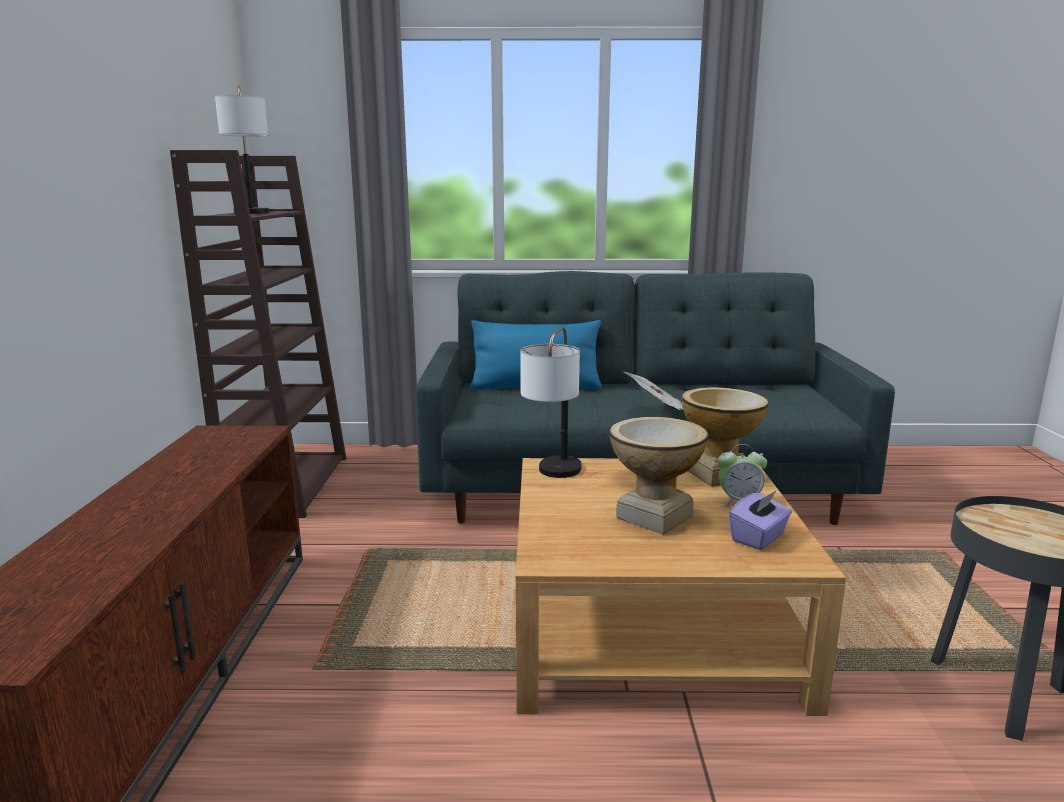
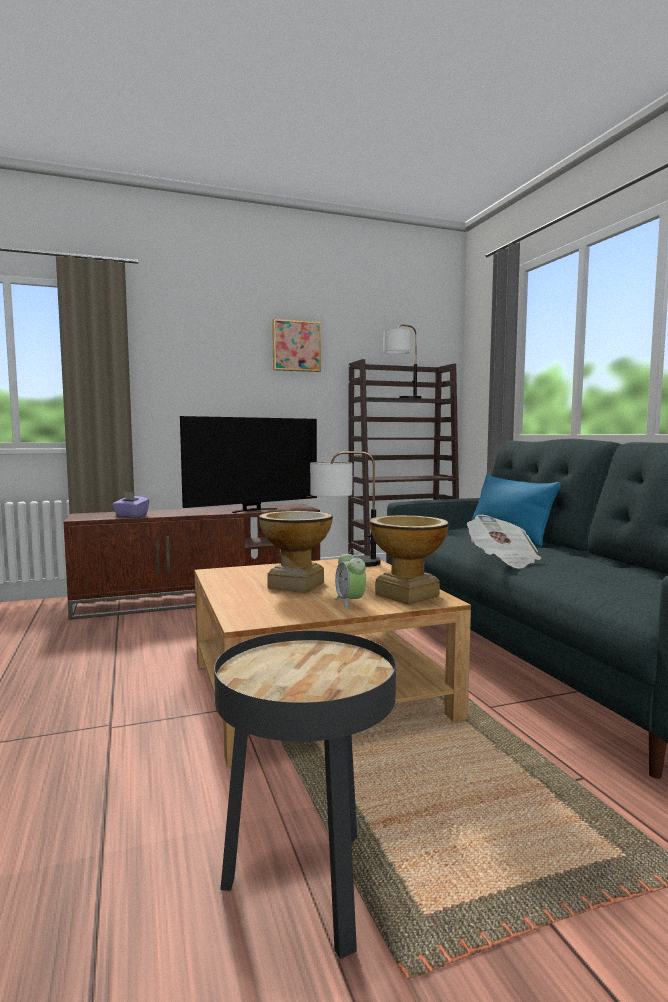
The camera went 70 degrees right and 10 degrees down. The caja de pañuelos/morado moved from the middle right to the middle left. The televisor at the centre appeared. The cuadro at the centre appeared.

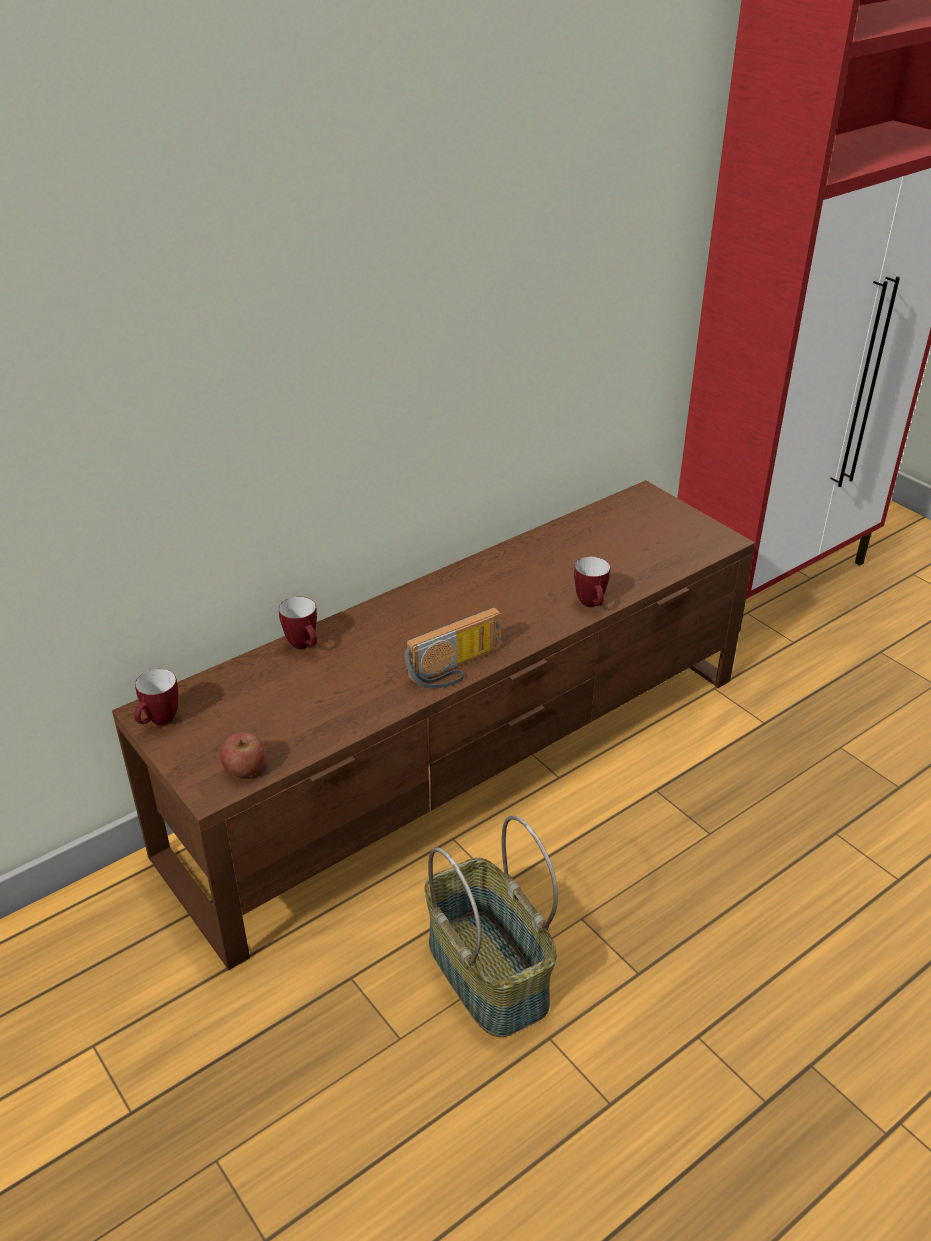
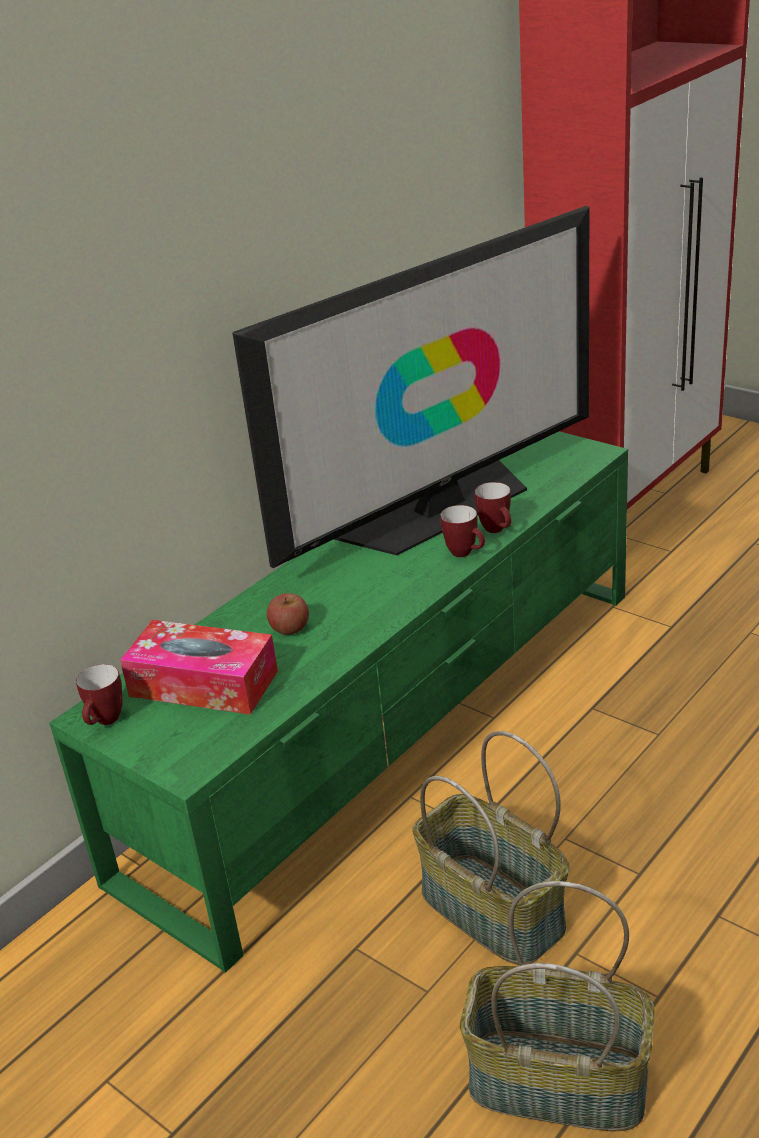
The camera went 10 degrees left and 5 degrees down. The mueble de televisión/marrón at the centre became the mueble de televisión/verde at the centre. The manzana moved from the middle left to the centre. The taza grande (2nd from left) moved from the middle left to the centre. The radio at the centre disappeared. The caja de pañuelos at the middle left appeared. The televisor at the centre appeared. The cesta (2nd from left) at the bottom right appeared.

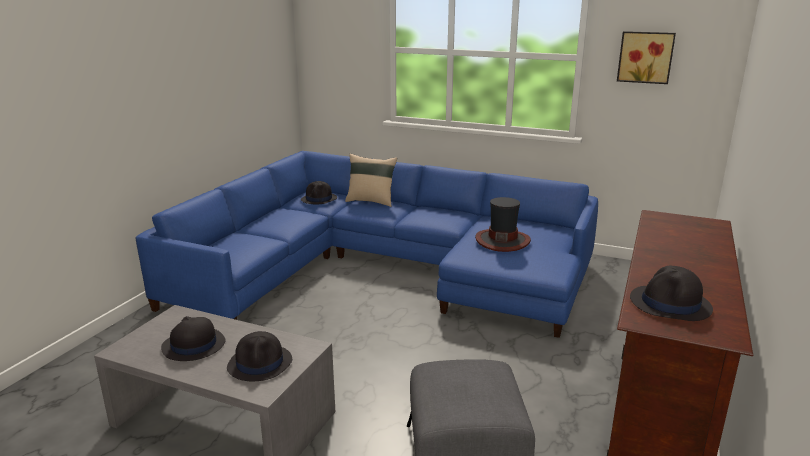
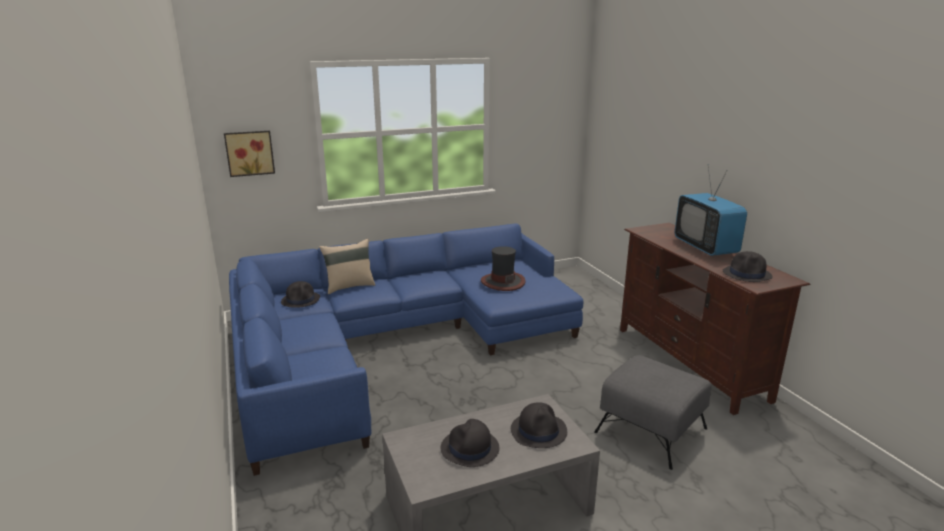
The camera went 45 degrees left and 0 degrees up. The cuadro moved from the top right to the top left. The televisor at the middle right appeared.

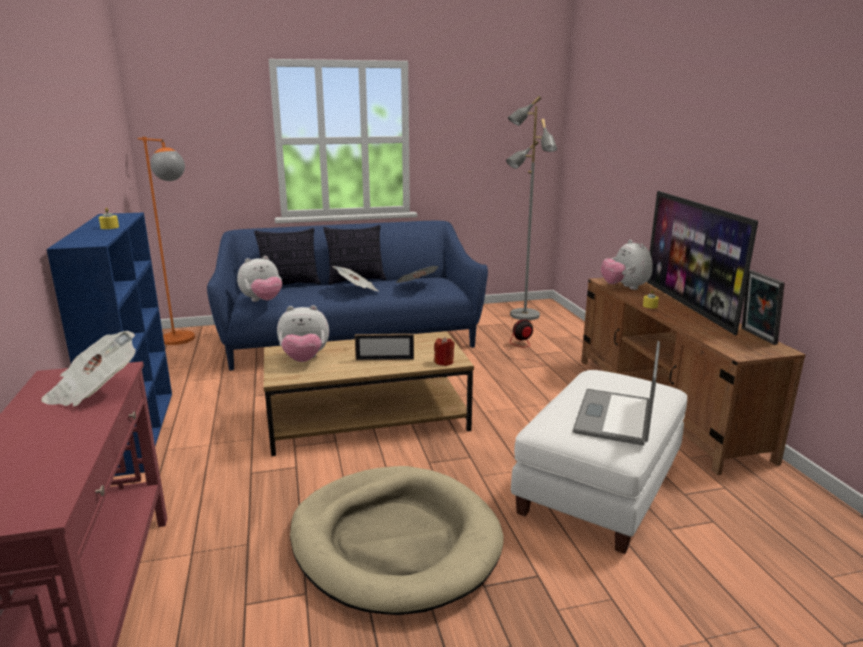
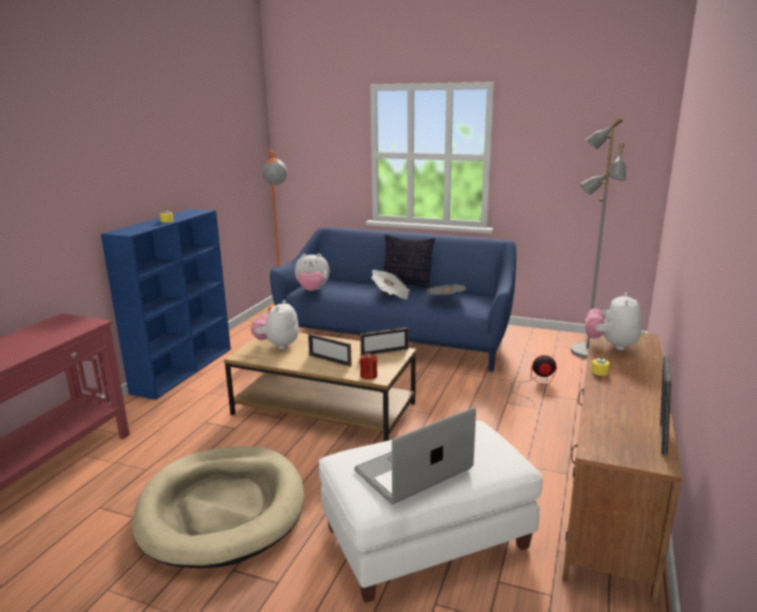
The camera went 35 degrees right and 0 degrees up. The periódico (1st from left) at the middle left disappeared. The cojín (1st from left) at the middle left disappeared. The peluche (2nd from left in the first image) at the centre turned 75 degrees clockwise. The televisor at the middle right disappeared. The portarretratos (2nd from left) at the centre appeared.

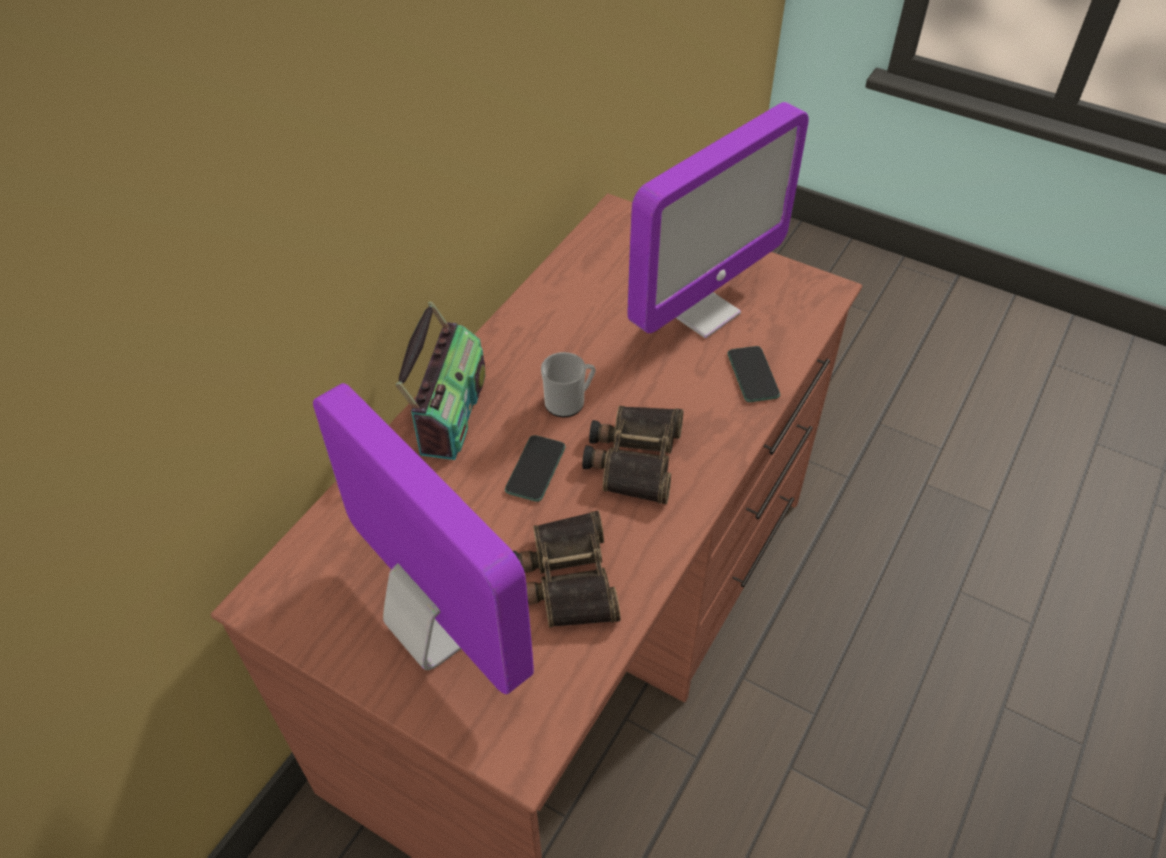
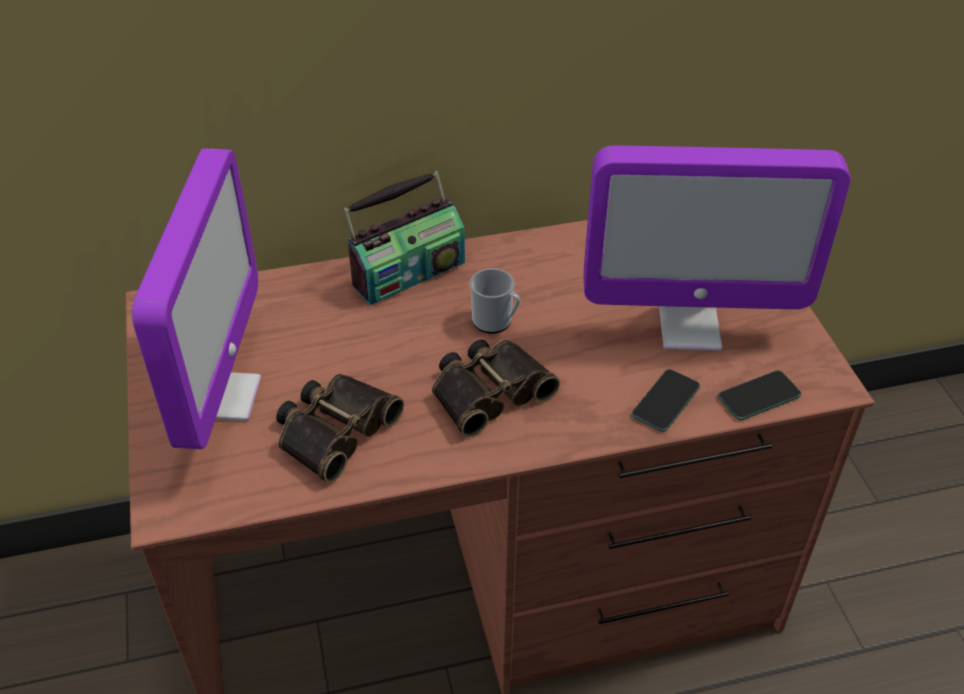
The camera went 45 degrees right and 5 degrees down. The móvil (1st from left in the first image) moved from the centre to the middle right.

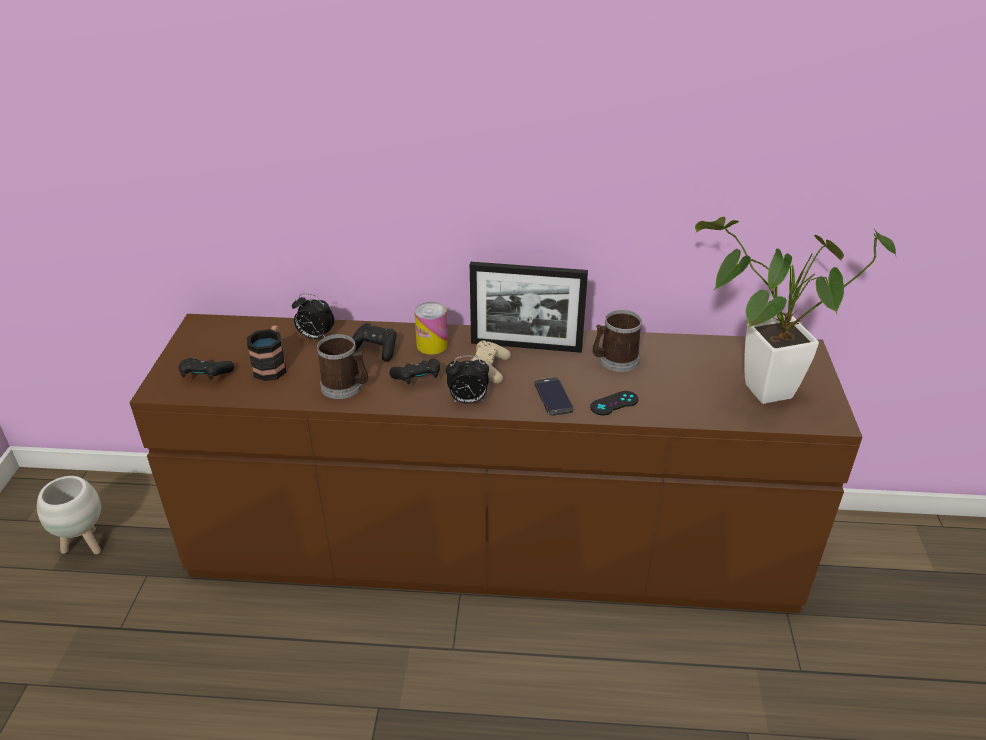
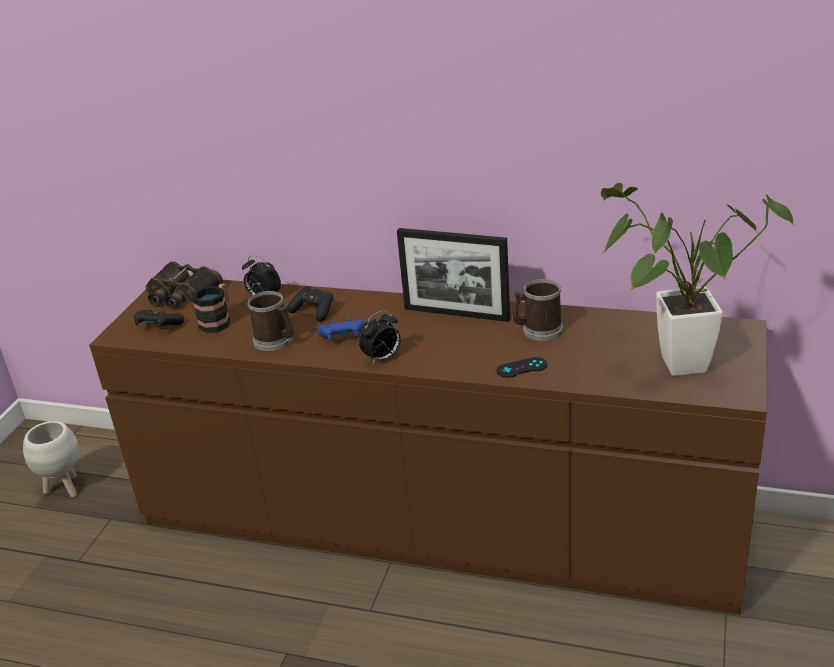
The camera went 15 degrees right and 5 degrees down. The mando de consola/negro (3rd from left) at the centre became the mando de consola/azul at the centre. The lata at the centre disappeared. The despertador (2nd from left) at the centre turned 45 degrees counterclockwise. The mando de consola/beis at the centre disappeared. The móvil at the centre disappeared. The prismáticos at the middle left appeared.

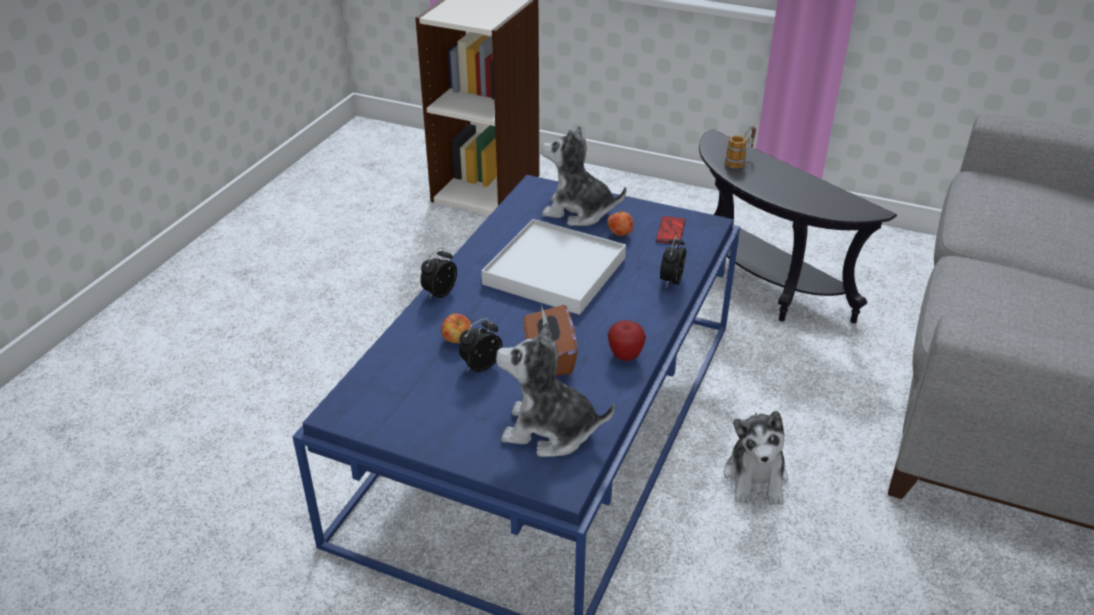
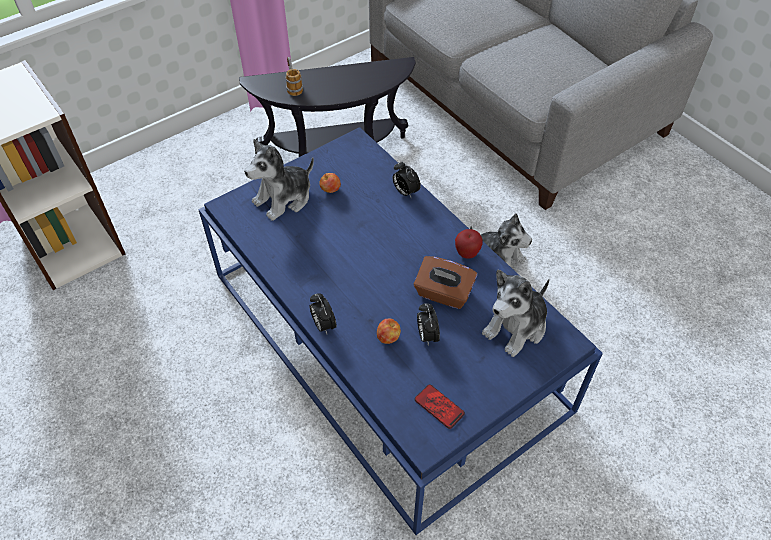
The camera went 60 degrees left and 15 degrees up. The bandeja/blanco at the centre disappeared. The móvil moved from the centre to the bottom centre.

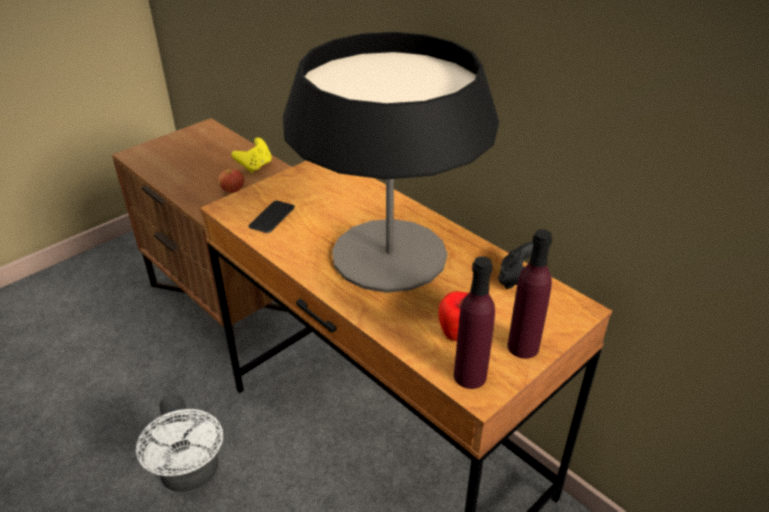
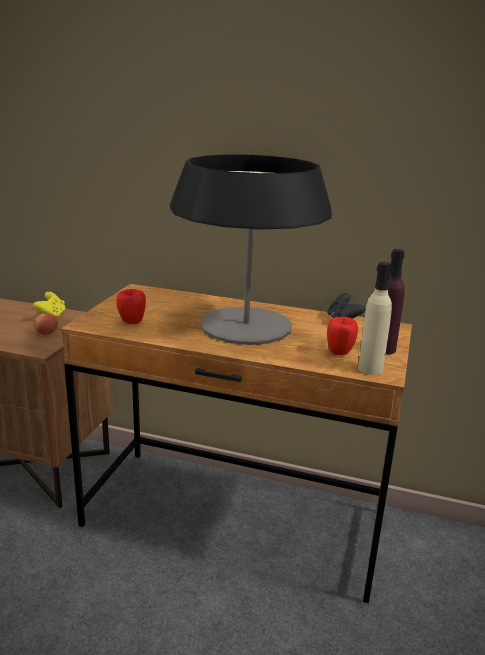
The camera went 30 degrees left and 15 degrees down. The ventilador/blanco at the bottom left disappeared. The móvil at the centre was replaced by the manzana (2nd from left) at the middle left. The botella/morado (1st from left) at the centre became the botella/beis at the middle right.

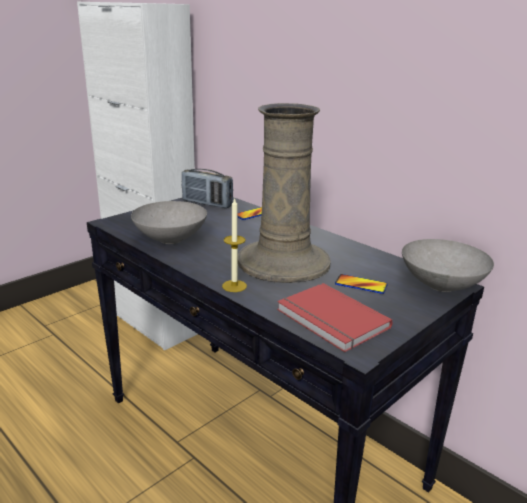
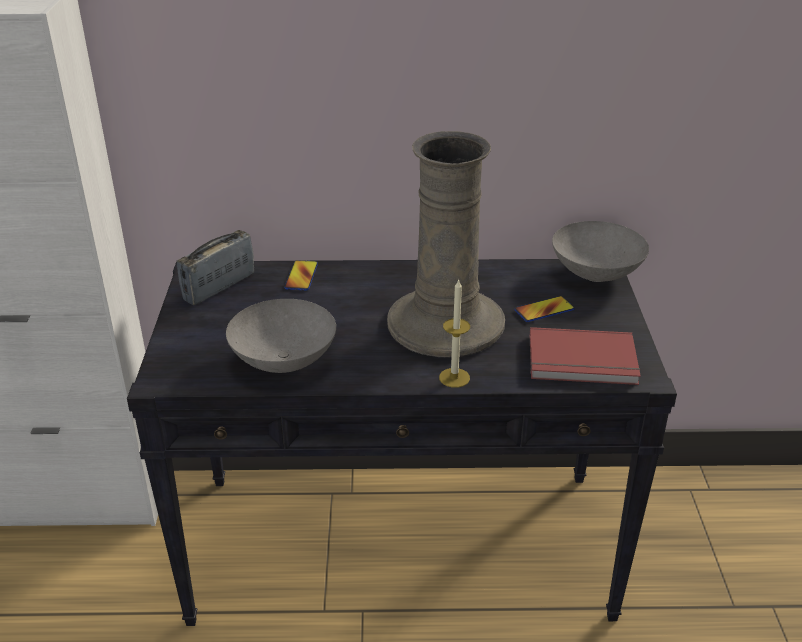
The camera went 45 degrees left and 10 degrees up. The radio at the centre turned 150 degrees clockwise.

